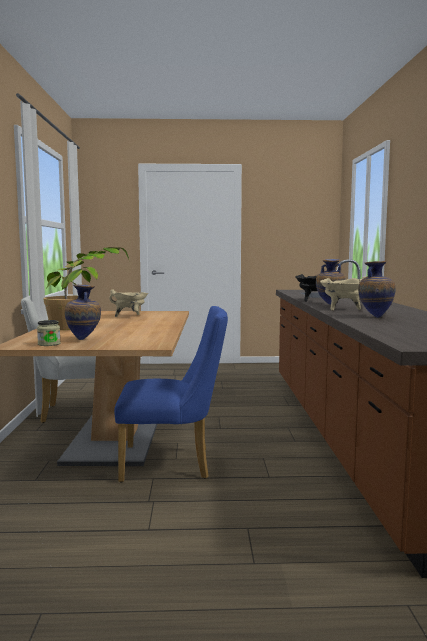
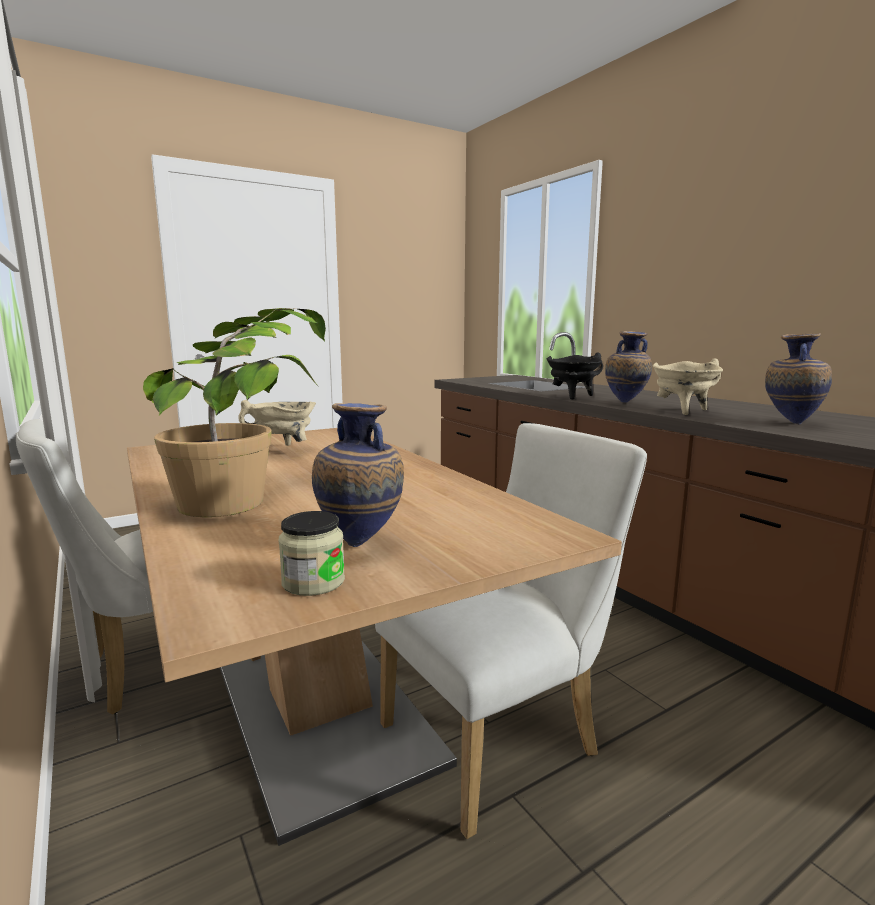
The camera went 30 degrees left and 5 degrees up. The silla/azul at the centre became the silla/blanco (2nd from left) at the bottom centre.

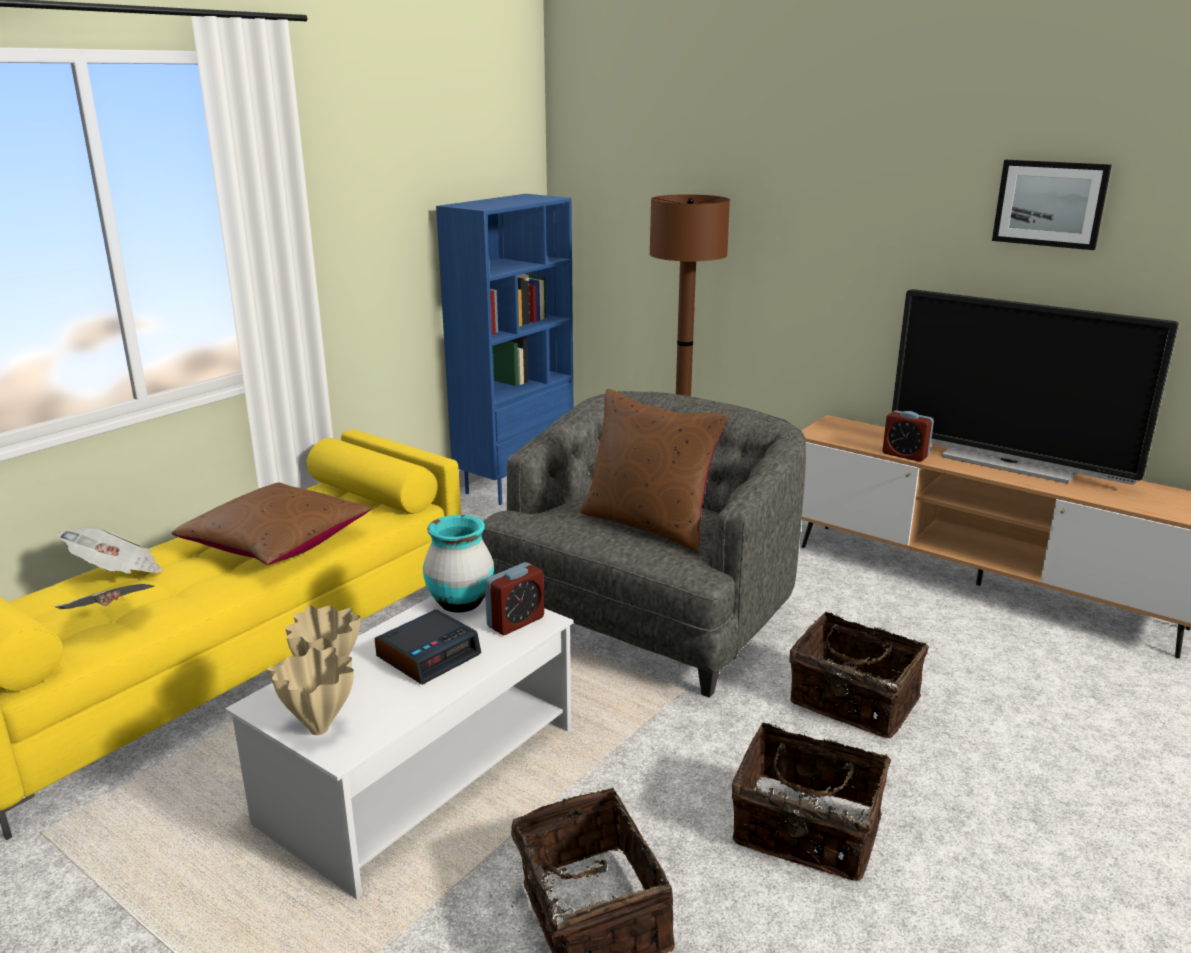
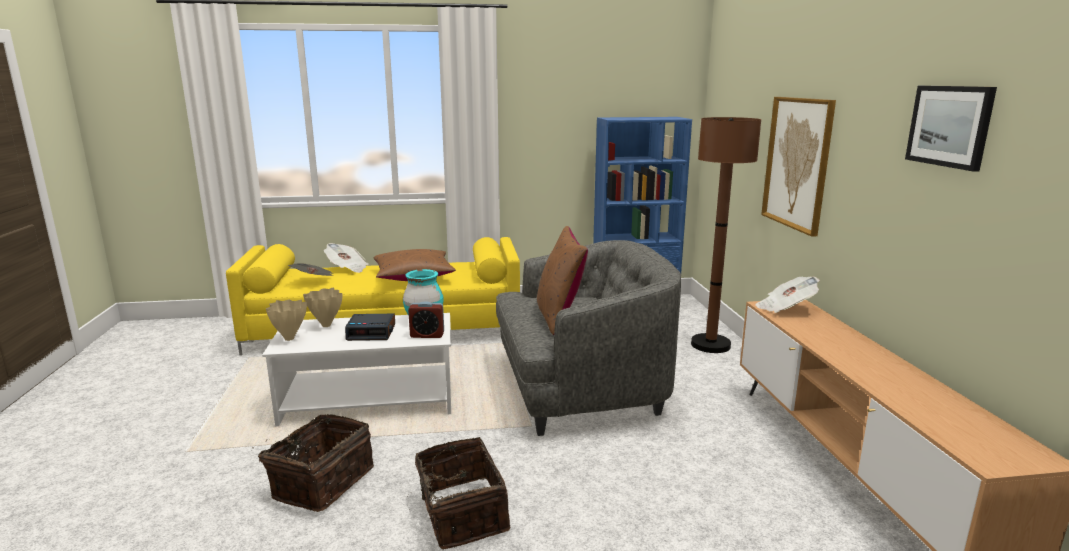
The camera went 45 degrees right and 5 degrees down. The cesta (3rd from left) at the bottom right disappeared. The despertador (3rd from left) at the middle right disappeared. The televisor at the middle right disappeared. The periódico (3rd from left) at the middle right appeared. The cuadro (1st from left) at the top right appeared.

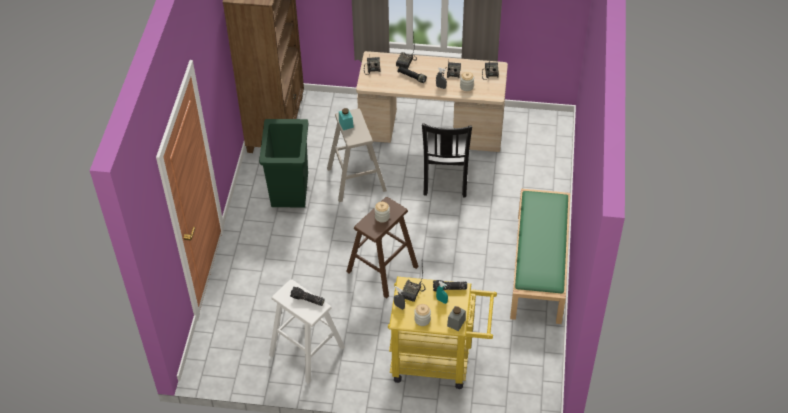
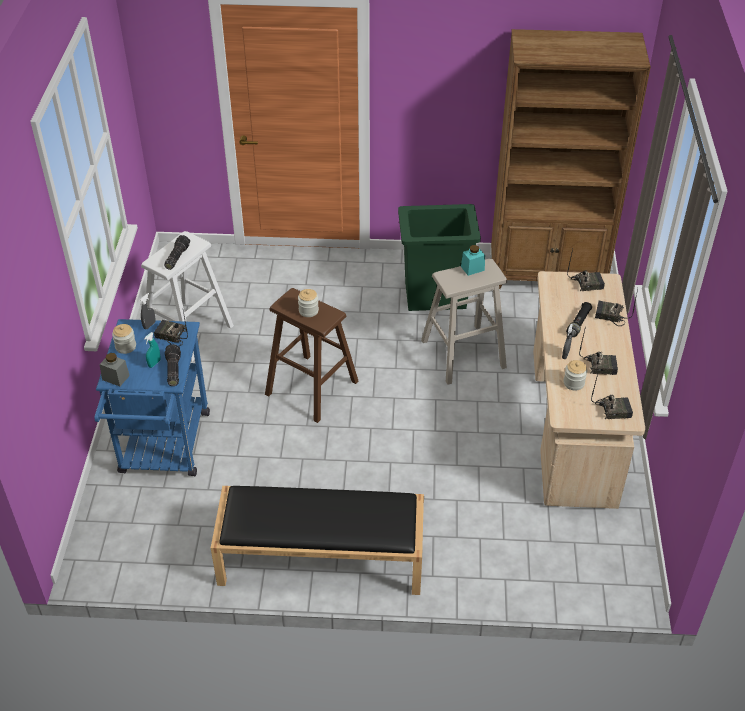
The camera went 85 degrees right and 5 degrees down. The carrito/amarillo at the bottom centre became the carrito/azul at the middle left. The silla/negro at the centre disappeared. The banco/verde at the middle right became the banco/negro at the bottom centre.

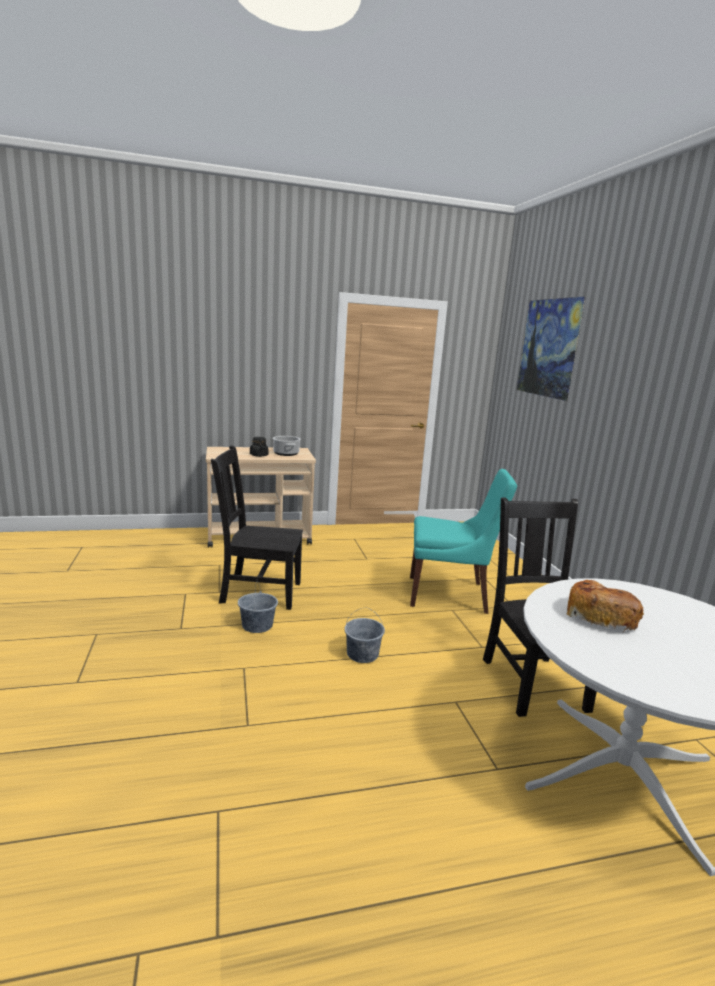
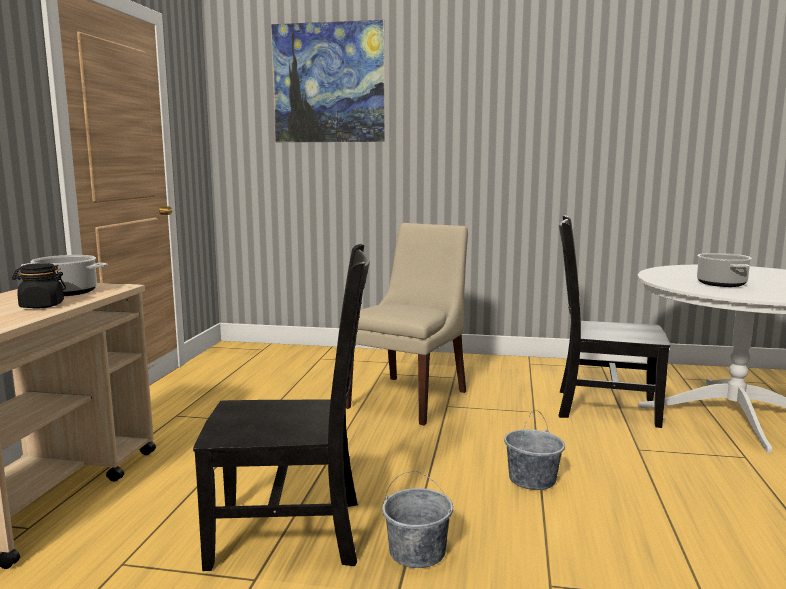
The camera went 65 degrees left and 5 degrees down. The silla/negro (1st from left) at the centre turned 120 degrees counterclockwise. The silla/turquesa at the centre became the silla/beis at the centre. The pan at the middle right was replaced by the olla (2nd from left) at the middle right.

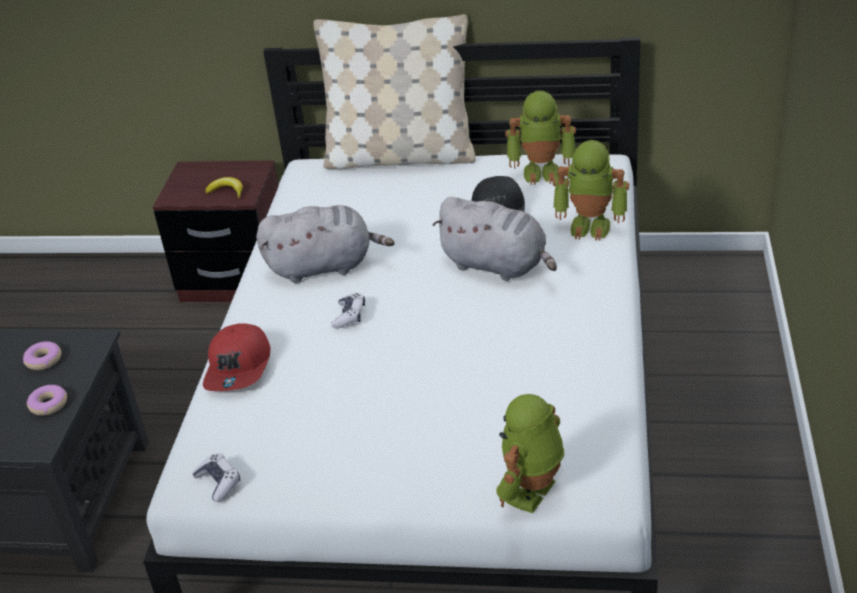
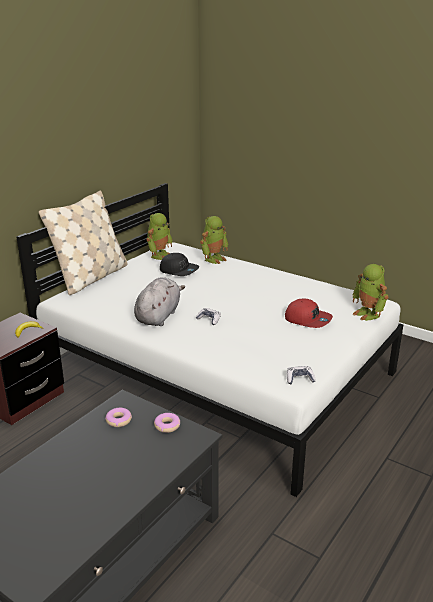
The camera went 65 degrees left and 10 degrees down. The gorra/rojo moved from the middle left to the middle right. The peluche/gris (2nd from left) at the centre disappeared.

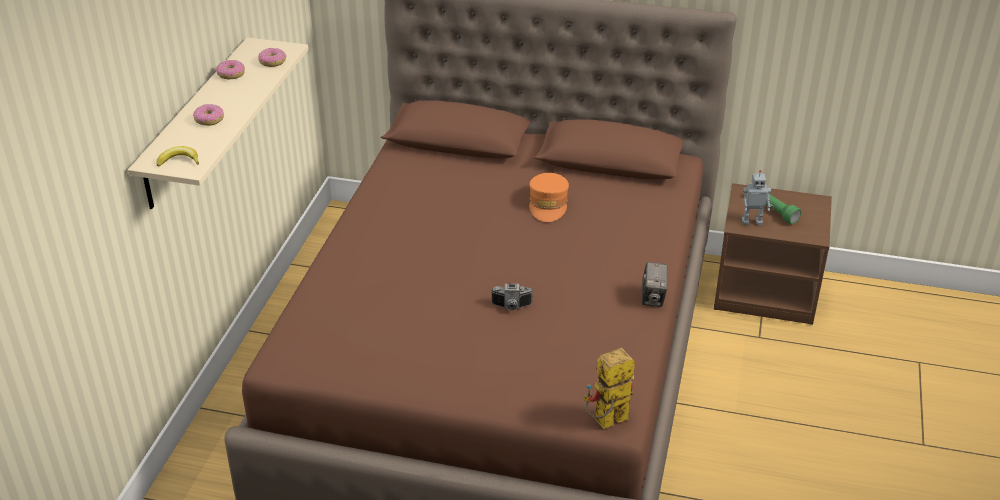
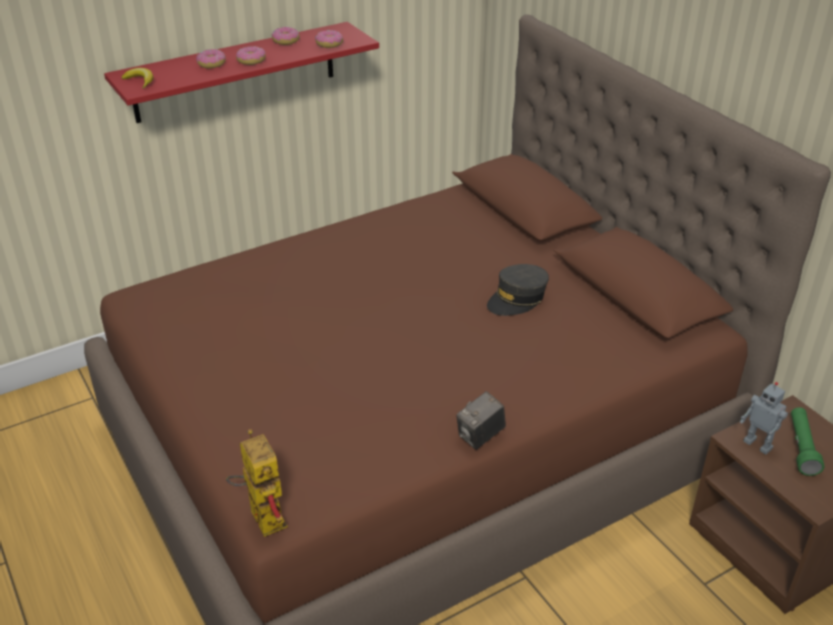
The camera went 45 degrees right and 0 degrees up. The estante/beis at the top left became the estante/rojo at the top left. The cámara (1st from left) at the centre disappeared. The gorra/naranja at the centre became the gorra/gris at the centre. The robot de juguete (1st from left) at the bottom centre turned 45 degrees clockwise. The rosquilla (2nd from left) at the top left appeared.

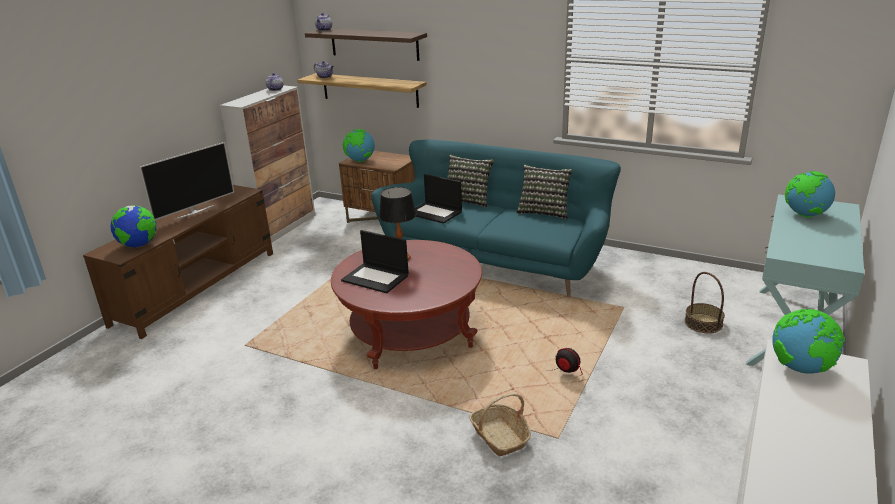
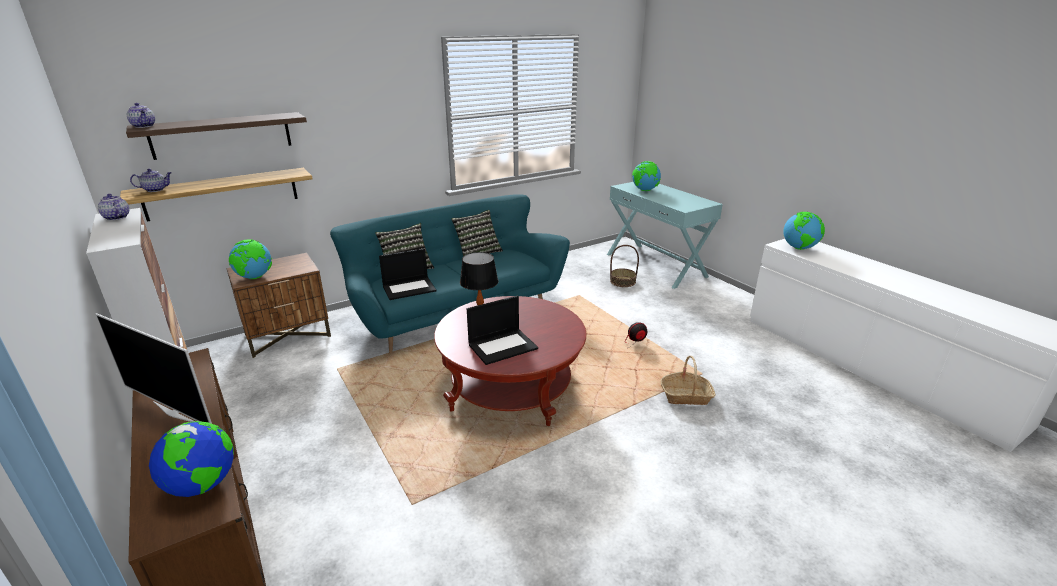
The camera went 60 degrees left and 0 degrees up. The televisor at the middle left turned 135 degrees clockwise.

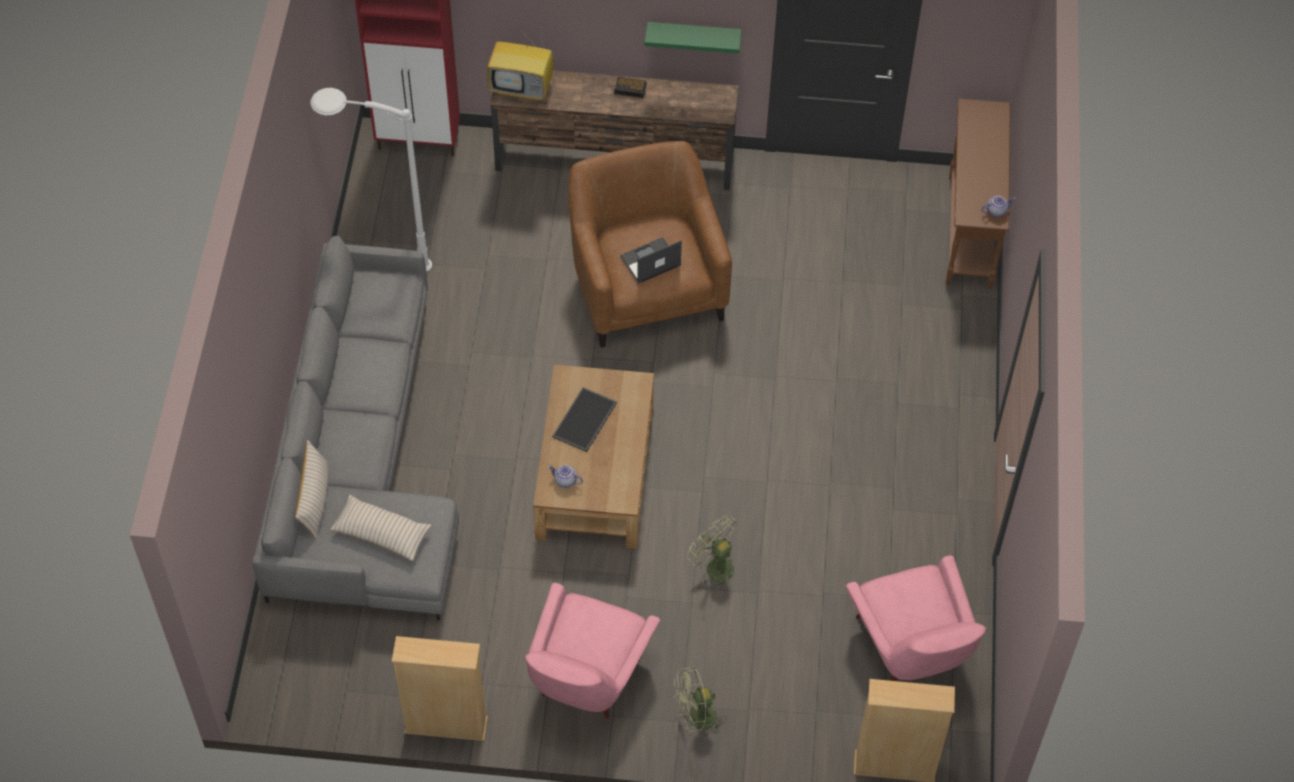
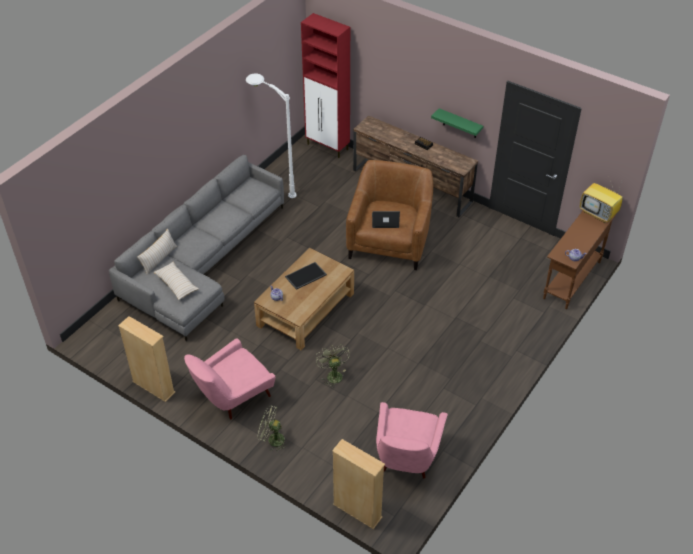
The camera went 30 degrees right and 10 degrees down. The televisor moved from the top centre to the middle right.

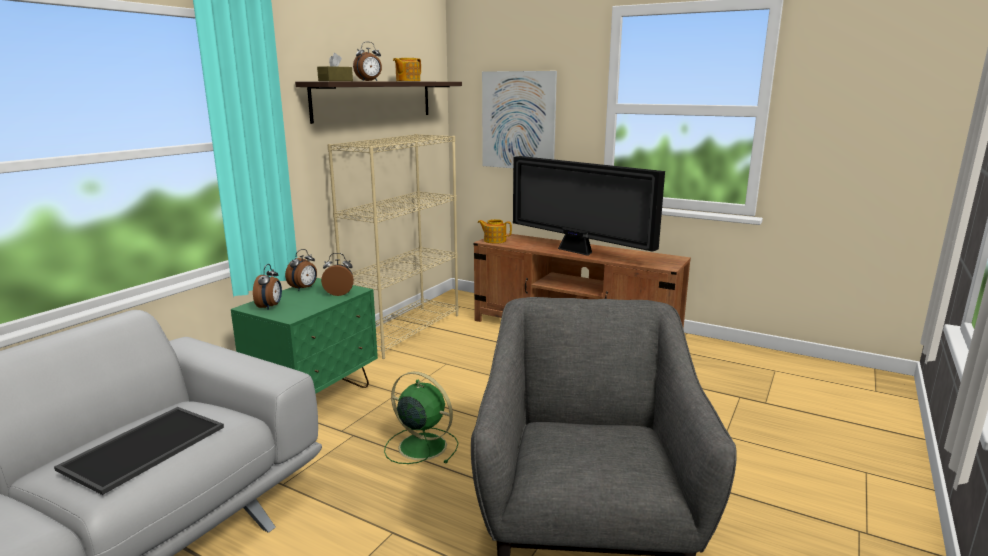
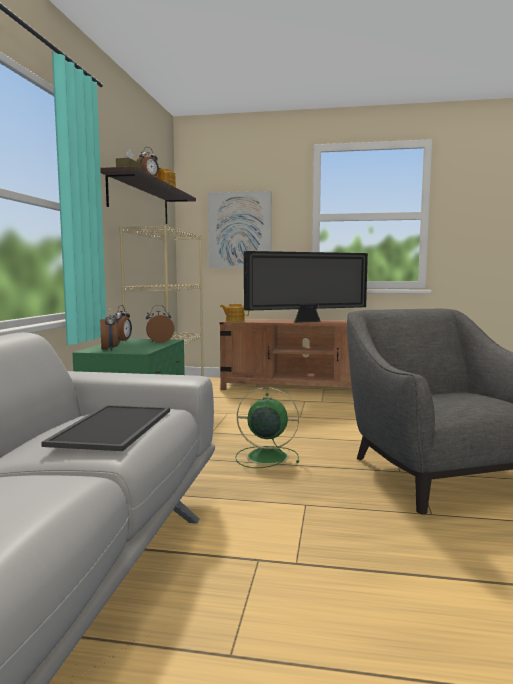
The camera went 20 degrees left and 10 degrees down. The televisor at the centre turned 45 degrees counterclockwise.

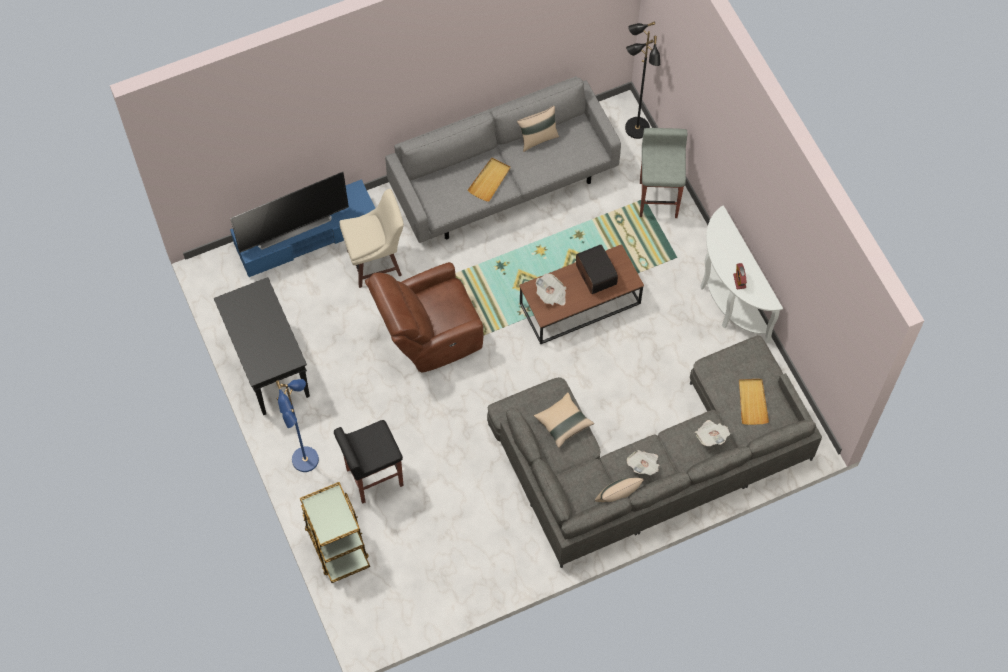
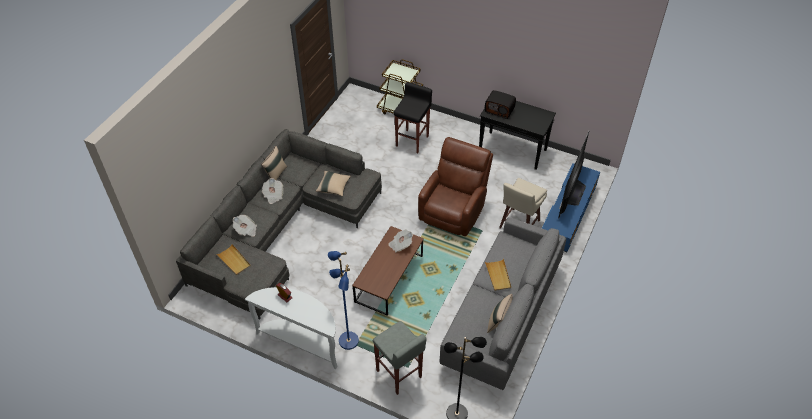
The camera went 140 degrees right and 15 degrees down. The lámpara de pie/azul moved from the middle left to the bottom centre. The radio moved from the centre to the top centre.

